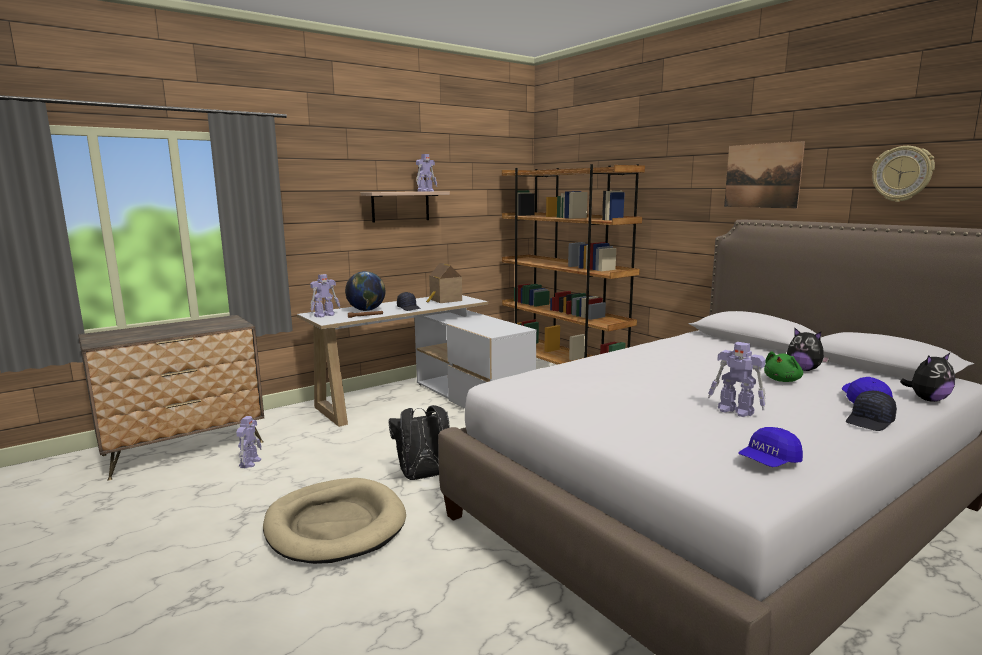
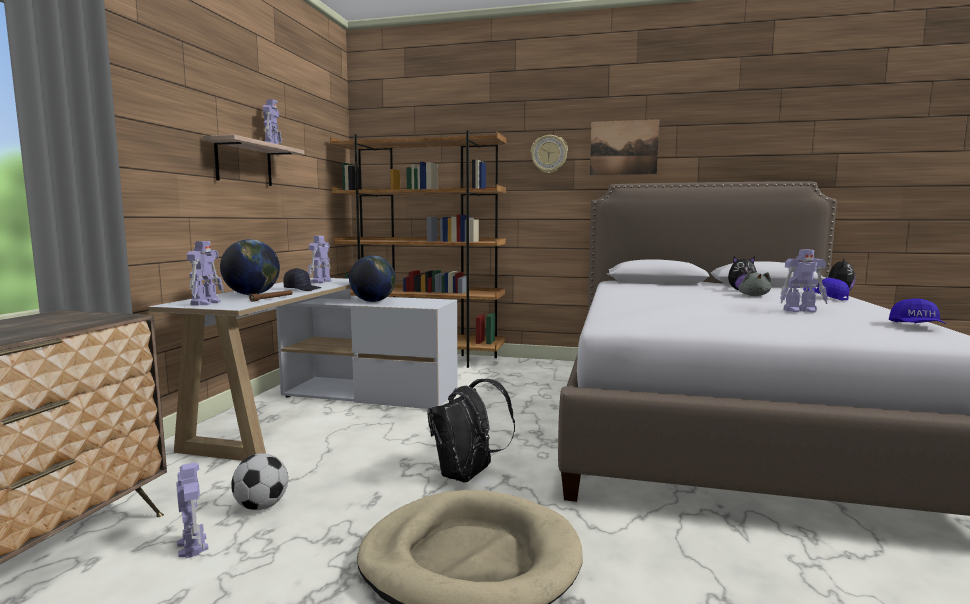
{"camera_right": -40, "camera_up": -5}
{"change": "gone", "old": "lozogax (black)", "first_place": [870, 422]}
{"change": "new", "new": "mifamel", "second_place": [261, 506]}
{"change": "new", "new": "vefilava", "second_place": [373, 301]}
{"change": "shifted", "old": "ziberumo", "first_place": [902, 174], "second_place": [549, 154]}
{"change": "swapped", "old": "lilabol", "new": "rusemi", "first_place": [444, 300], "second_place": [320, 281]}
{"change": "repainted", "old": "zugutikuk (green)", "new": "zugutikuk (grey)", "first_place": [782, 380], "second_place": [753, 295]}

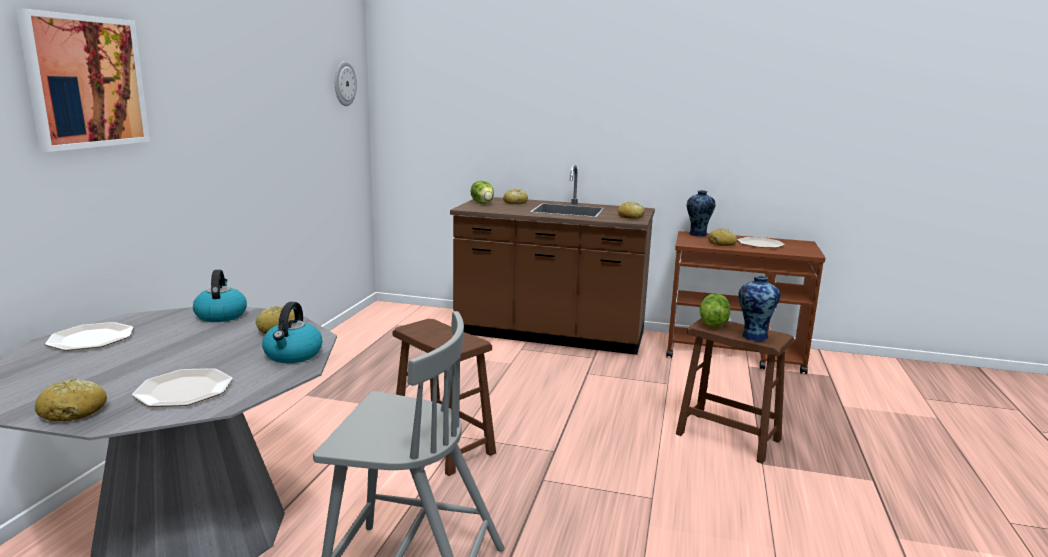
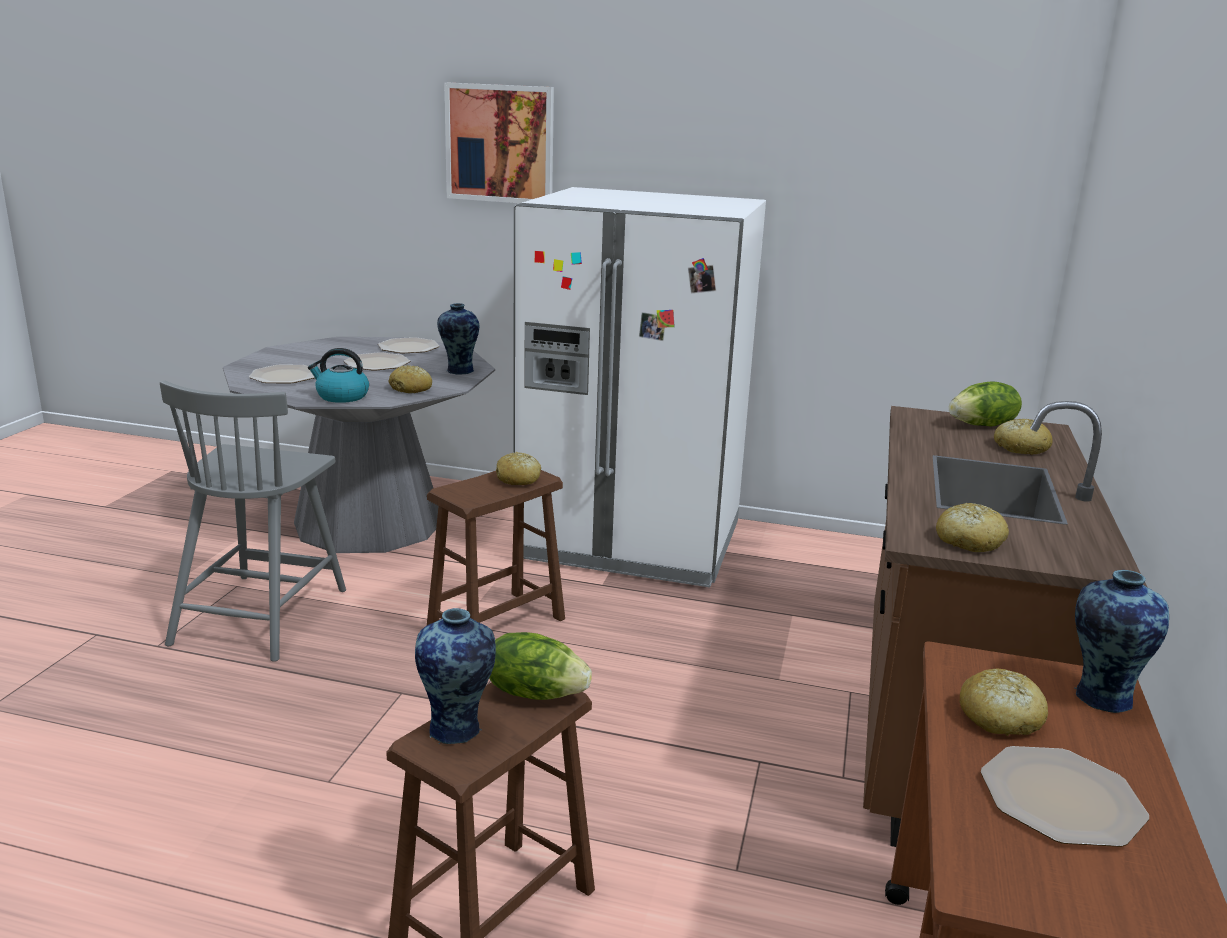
{"camera_right": 90, "camera_up": 5}
{"change": "gone", "old": "ziberumo", "first_place": [344, 83]}
{"change": "new", "new": "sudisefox", "second_place": [377, 363]}
{"change": "new", "new": "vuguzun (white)", "second_place": [631, 541]}
{"change": "shifted", "old": "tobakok", "first_place": [74, 412], "second_place": [518, 479]}
{"change": "swapped", "old": "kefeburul", "new": "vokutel", "first_place": [221, 315], "second_place": [458, 371]}

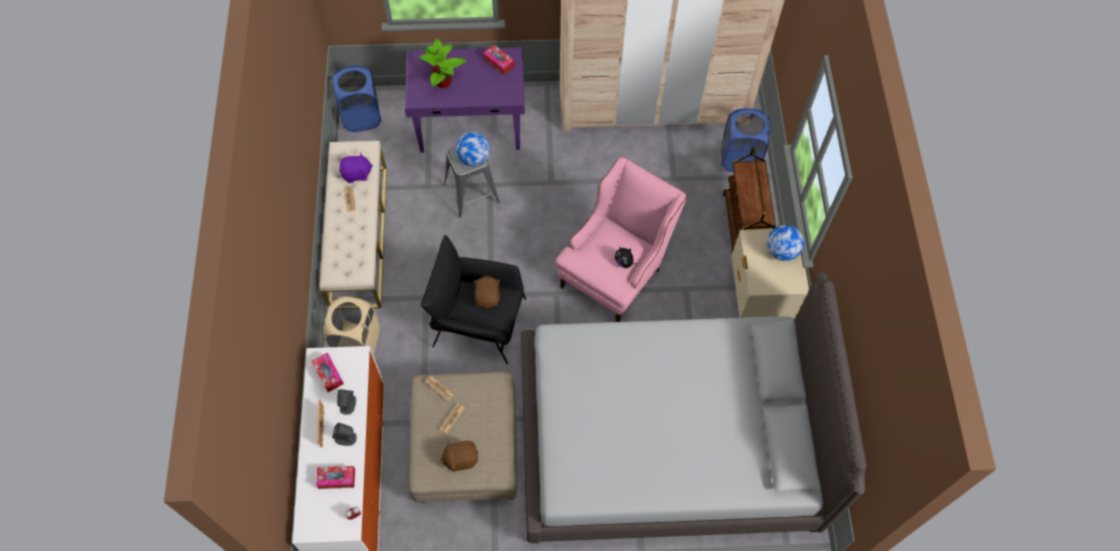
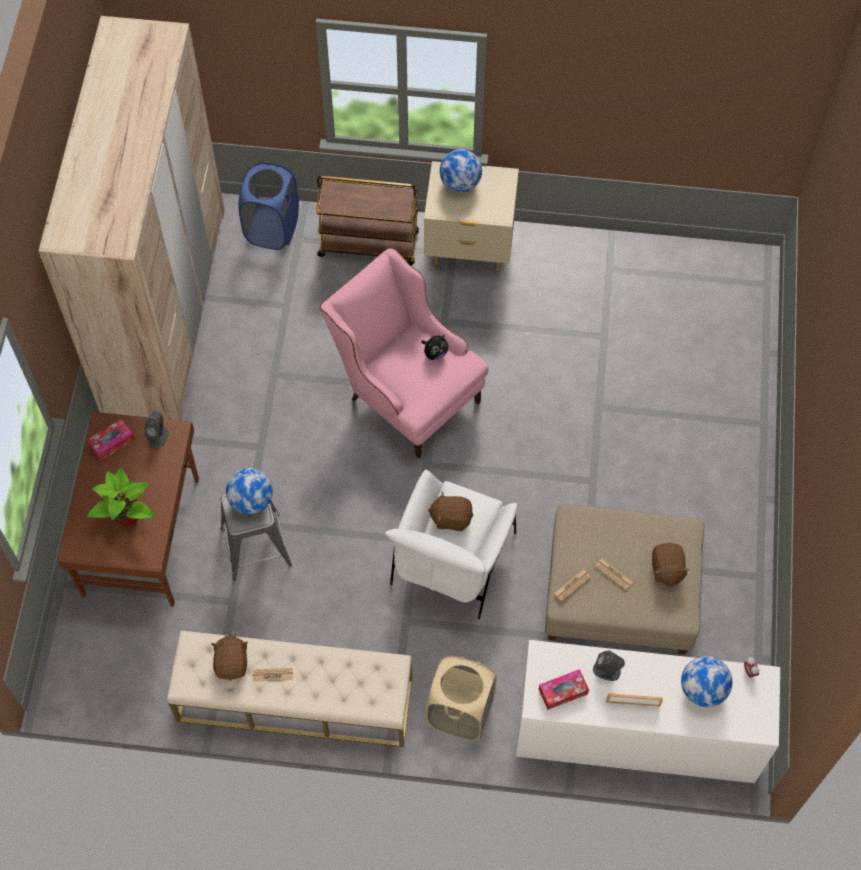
{"camera_right": -80, "camera_up": 0}
{"change": "gone", "old": "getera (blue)", "first_place": [362, 117]}
{"change": "gone", "old": "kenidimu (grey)", "first_place": [667, 440]}
{"change": "shifted", "old": "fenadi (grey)", "first_place": [346, 438], "second_place": [158, 436]}
{"change": "swapped", "old": "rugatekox", "new": "vefilava", "first_place": [336, 479], "second_place": [703, 689]}
{"change": "repainted", "old": "zugutikuk (purple)", "new": "zugutikuk (brown)", "first_place": [357, 174], "second_place": [232, 663]}
{"change": "repainted", "old": "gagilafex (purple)", "new": "gagilafex (brown)", "first_place": [470, 125], "second_place": [143, 535]}
{"change": "repainted", "old": "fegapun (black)", "new": "fegapun (white)", "first_place": [478, 322], "second_place": [452, 560]}

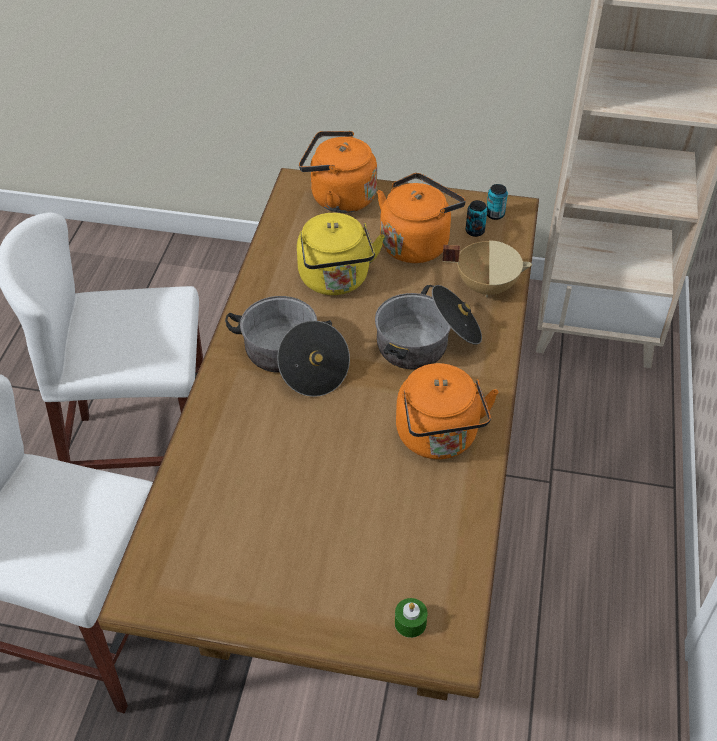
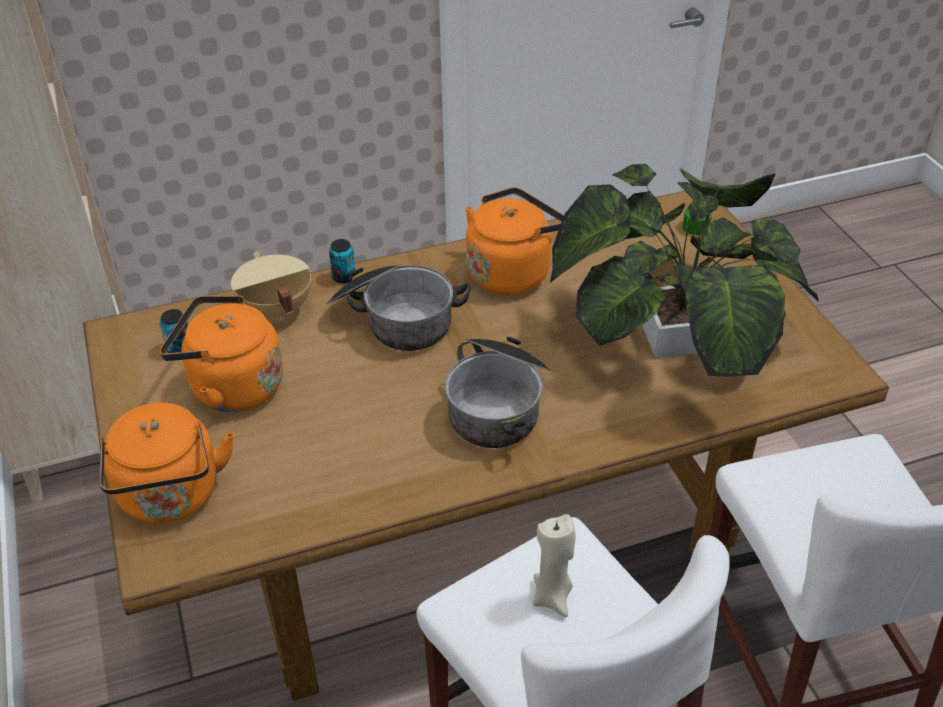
{"camera_right": -120, "camera_up": -5}
{"change": "gone", "old": "kefeburul (yellow)", "first_place": [336, 280]}
{"change": "new", "new": "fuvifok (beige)", "second_place": [553, 596]}
{"change": "new", "new": "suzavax", "second_place": [677, 333]}
{"change": "shifted", "old": "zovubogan", "first_place": [495, 214], "second_place": [344, 277]}

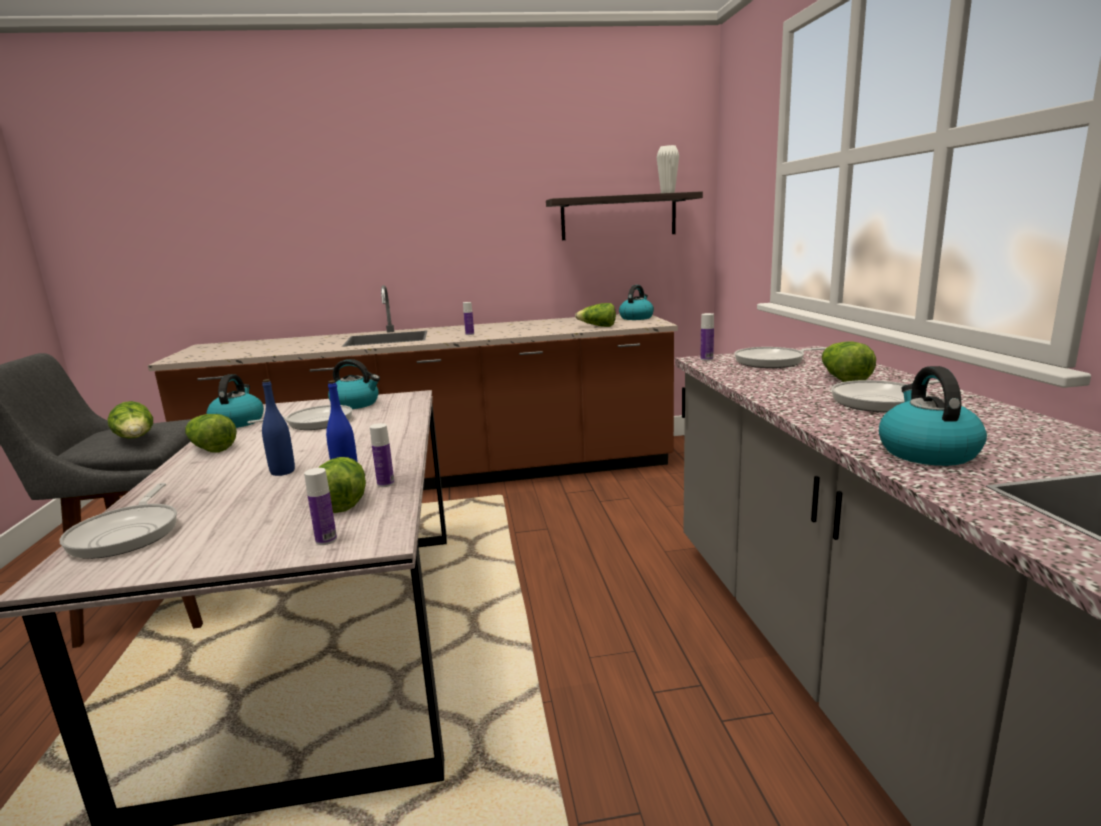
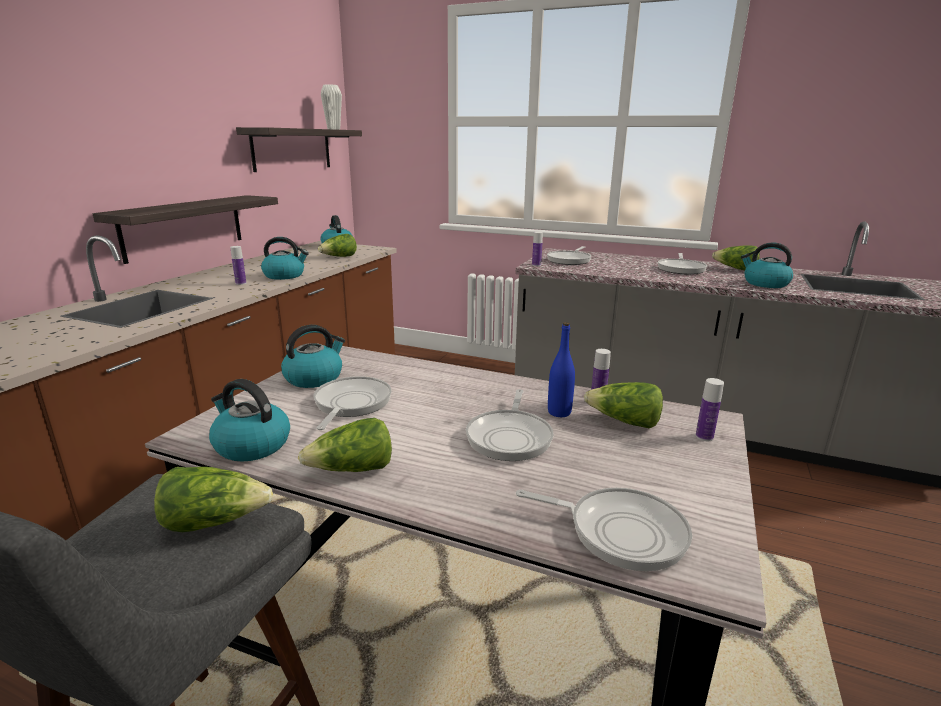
{"camera_right": -60, "camera_up": 5}
{"change": "new", "new": "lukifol", "second_place": [184, 227]}
{"change": "new", "new": "kefeburul", "second_place": [285, 275]}
{"change": "shifted", "old": "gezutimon", "first_place": [843, 379], "second_place": [735, 269]}
{"change": "swapped", "old": "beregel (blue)", "new": "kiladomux", "first_place": [282, 472], "second_place": [510, 437]}

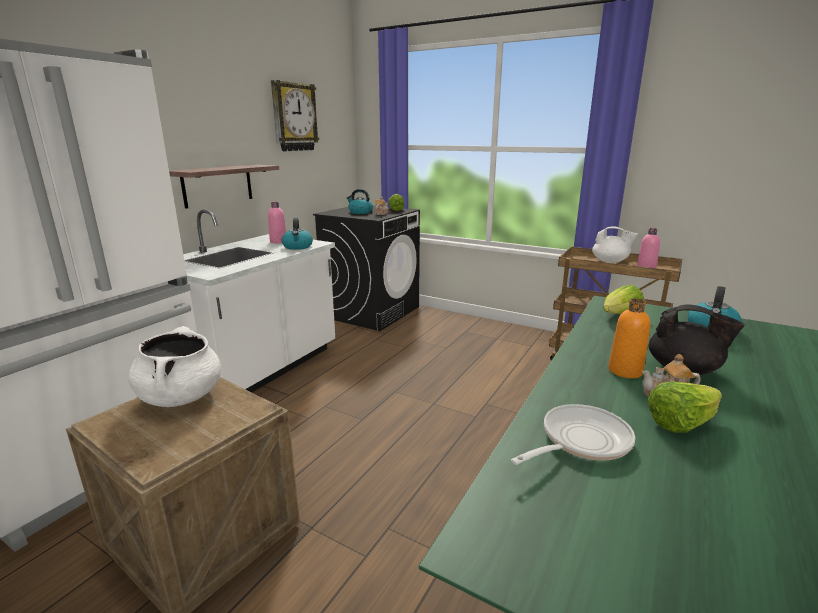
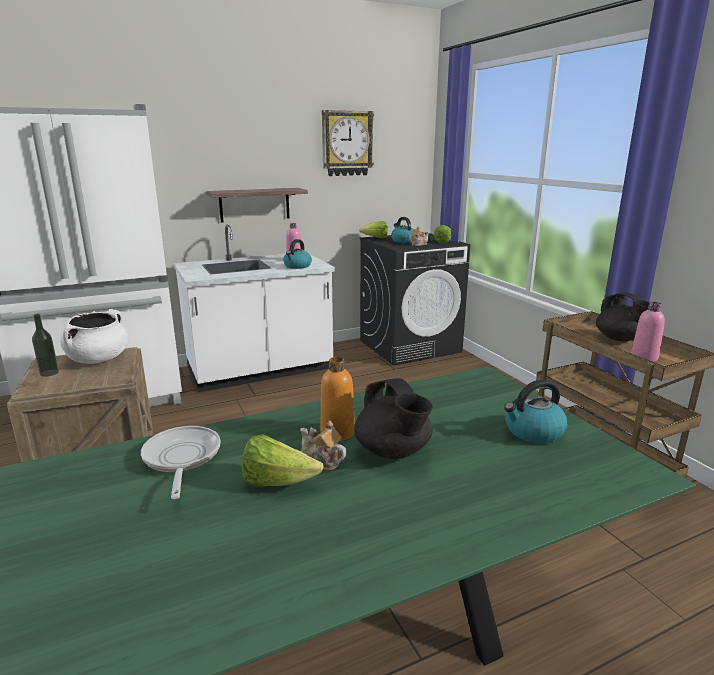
{"camera_right": 35, "camera_up": 0}
{"change": "new", "new": "beregel", "second_place": [49, 373]}
{"change": "shifted", "old": "gezutimon", "first_place": [619, 316], "second_place": [375, 238]}
{"change": "repainted", "old": "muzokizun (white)", "new": "muzokizun (black)", "first_place": [610, 262], "second_place": [619, 339]}
{"change": "rotated", "old": "kiladomux", "first_place": [580, 441], "second_place": [181, 459], "degrees": -105}

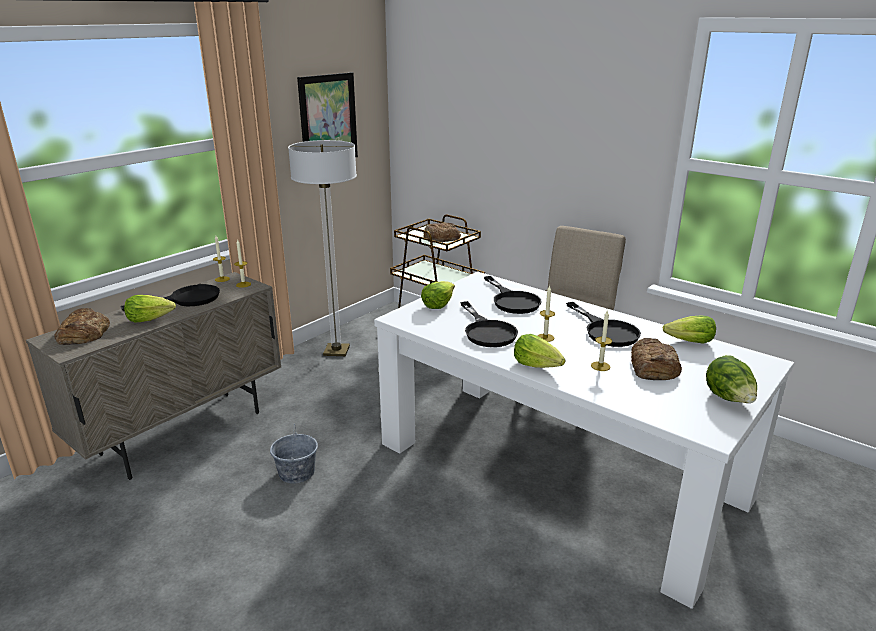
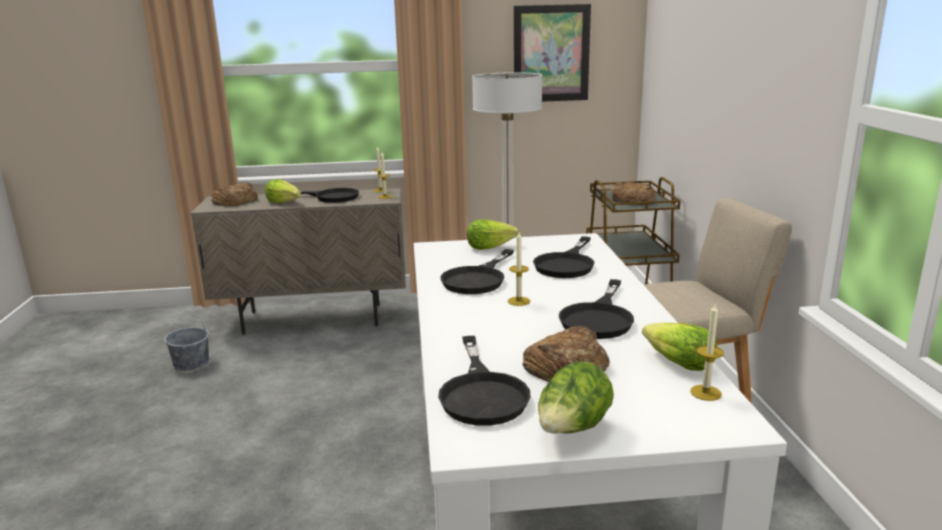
{"camera_right": 45, "camera_up": -5}
{"change": "gone", "old": "gezutimon", "first_place": [537, 365]}
{"change": "new", "new": "kiladomux (black)", "second_place": [482, 393]}
{"change": "shifted", "old": "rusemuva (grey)", "first_place": [296, 472], "second_place": [192, 363]}
{"change": "shifted", "old": "fuvifok", "first_place": [600, 366], "second_place": [705, 393]}

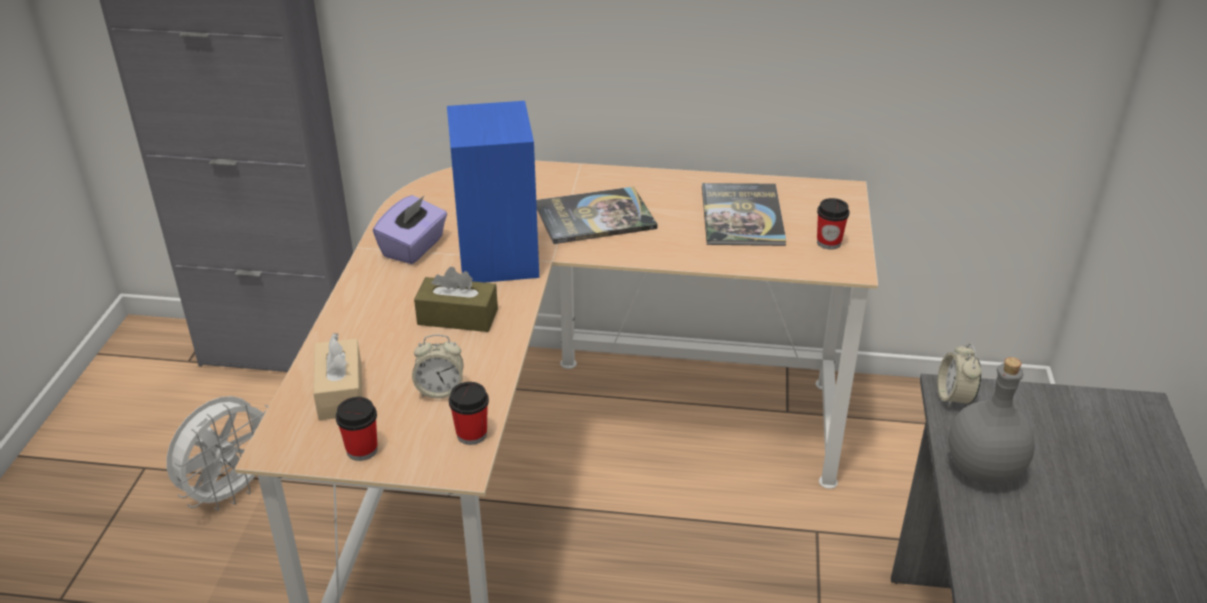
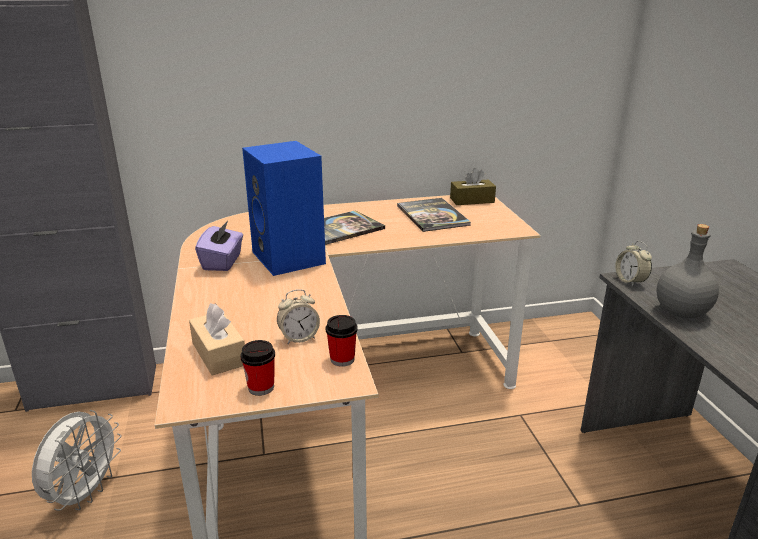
{"camera_right": -20, "camera_up": -10}
{"change": "gone", "old": "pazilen", "first_place": [829, 243]}
{"change": "shifted", "old": "rugatekox (brown)", "first_place": [457, 317], "second_place": [472, 200]}

